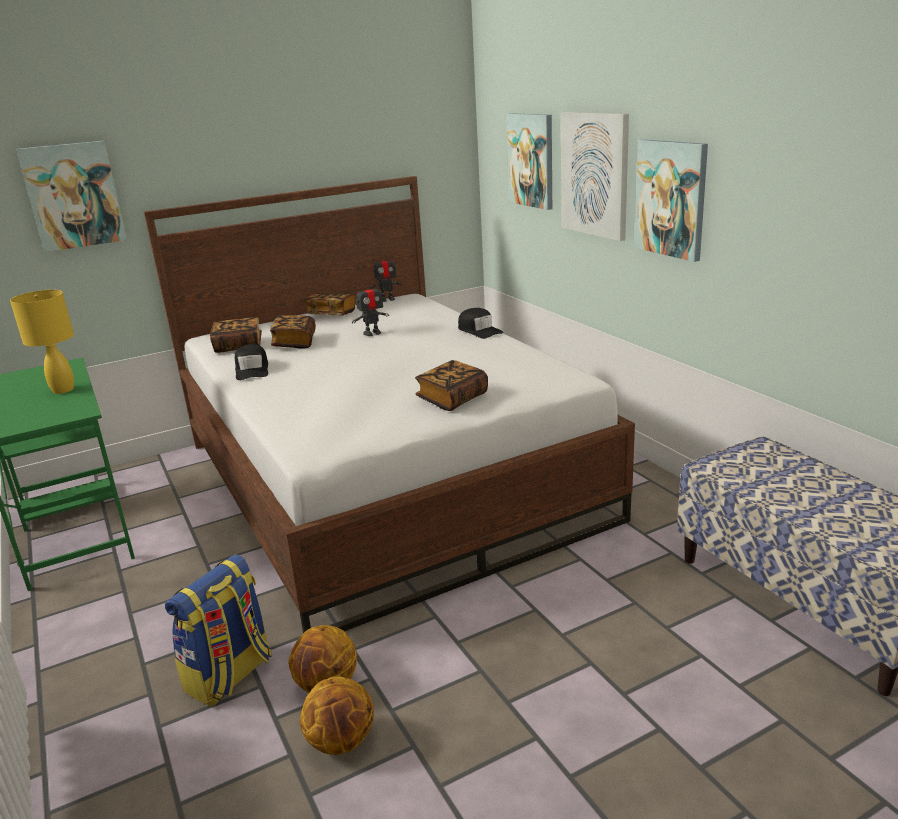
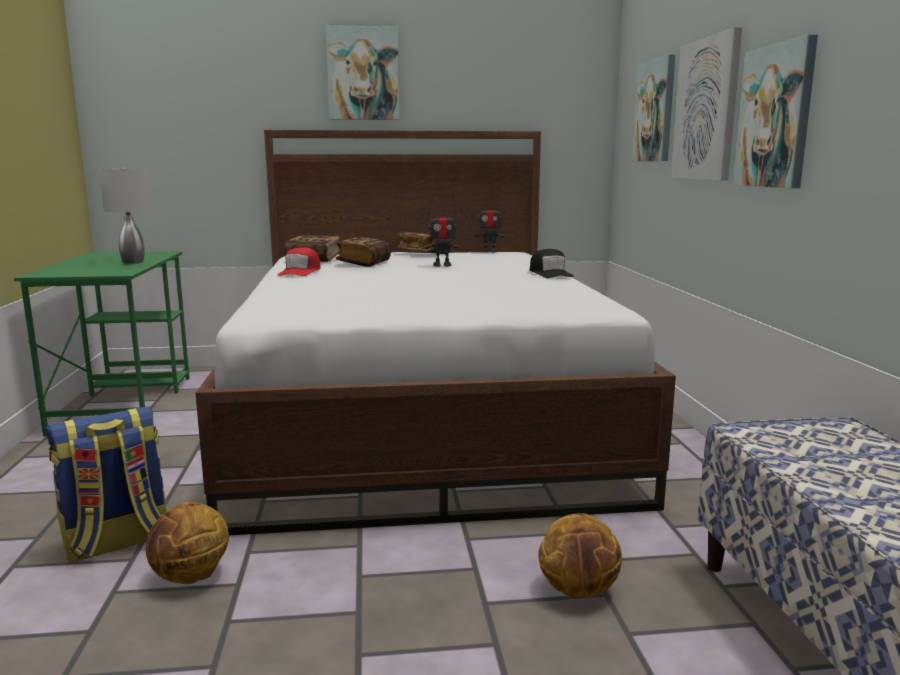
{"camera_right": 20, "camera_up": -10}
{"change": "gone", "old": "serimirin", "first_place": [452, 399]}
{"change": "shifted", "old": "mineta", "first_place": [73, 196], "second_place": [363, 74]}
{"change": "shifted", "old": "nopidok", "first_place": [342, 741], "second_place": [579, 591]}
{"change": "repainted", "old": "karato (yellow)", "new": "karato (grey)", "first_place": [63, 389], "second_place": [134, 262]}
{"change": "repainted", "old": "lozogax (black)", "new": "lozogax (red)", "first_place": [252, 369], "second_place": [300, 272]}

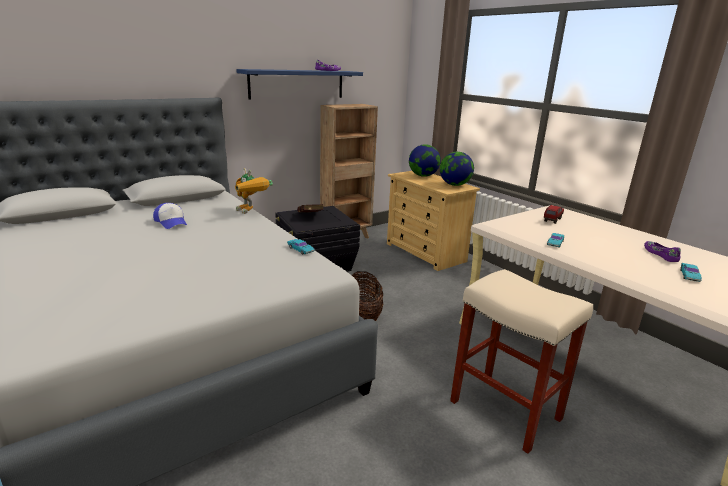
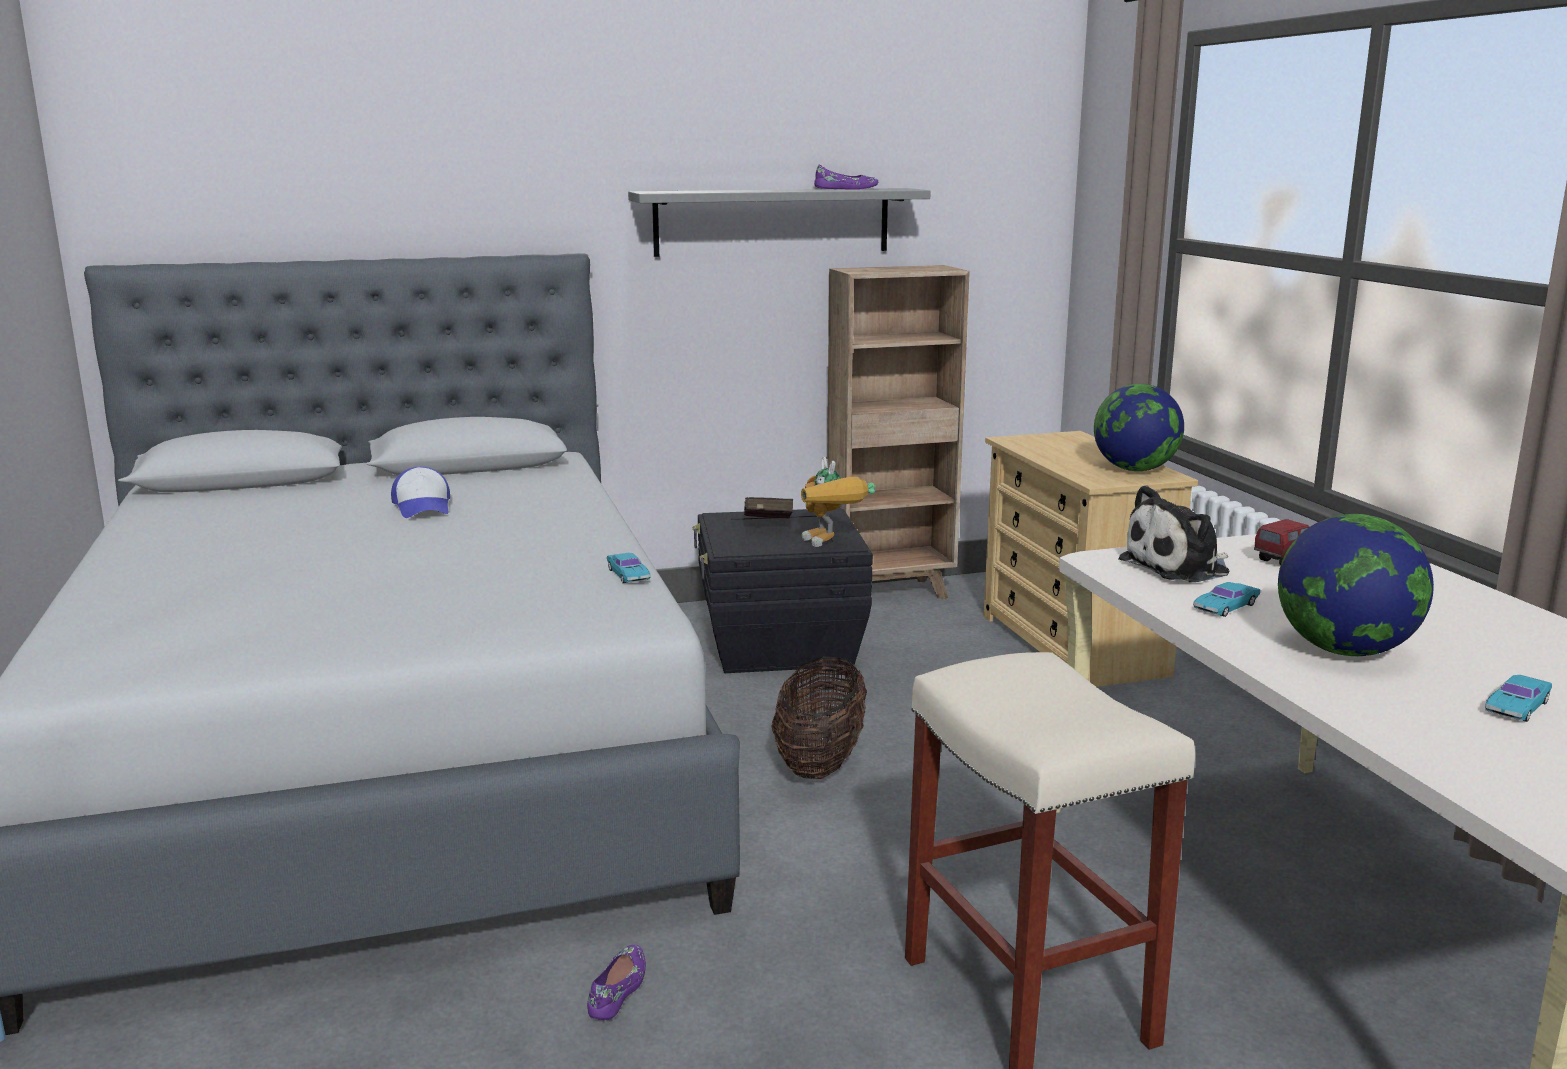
{"camera_right": 20, "camera_up": -5}
{"change": "new", "new": "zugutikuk", "second_place": [1179, 567]}
{"change": "shifted", "old": "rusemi", "first_place": [251, 212], "second_place": [831, 544]}
{"change": "shifted", "old": "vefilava", "first_place": [423, 176], "second_place": [1345, 651]}
{"change": "shifted", "old": "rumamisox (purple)", "first_place": [661, 254], "second_place": [619, 989]}
{"change": "repainted", "old": "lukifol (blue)", "new": "lukifol (grey)", "first_place": [297, 84], "second_place": [772, 221]}

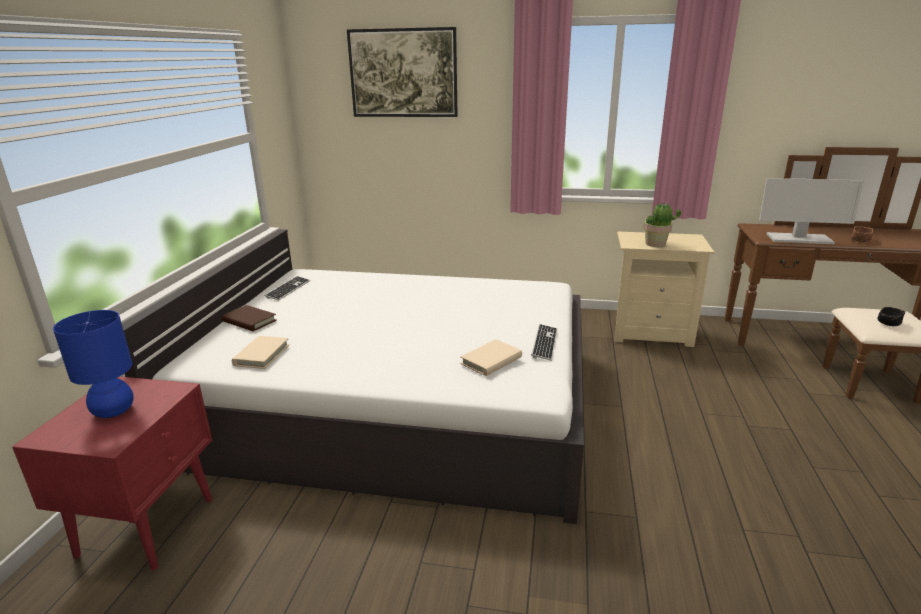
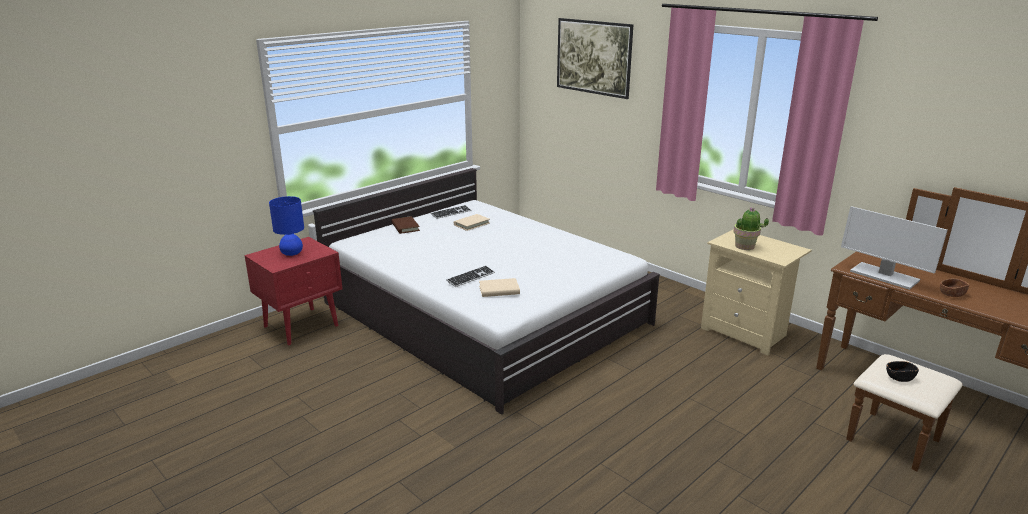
{"camera_right": 35, "camera_up": 0}
{"change": "shifted", "old": "serimirin (beige)", "first_place": [261, 355], "second_place": [471, 224]}
{"change": "shifted", "old": "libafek", "first_place": [544, 343], "second_place": [471, 277]}

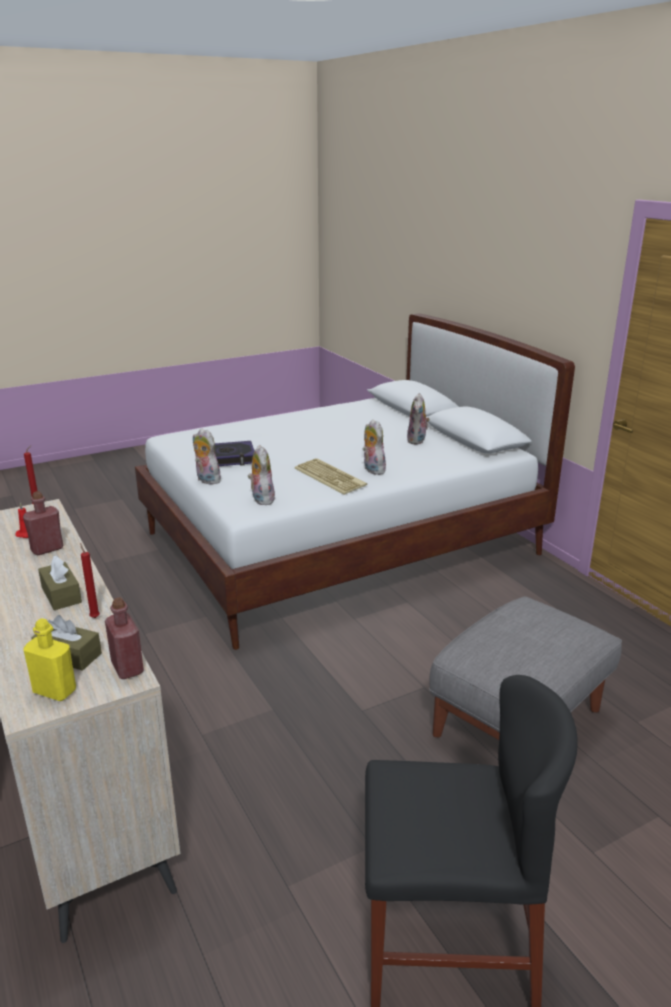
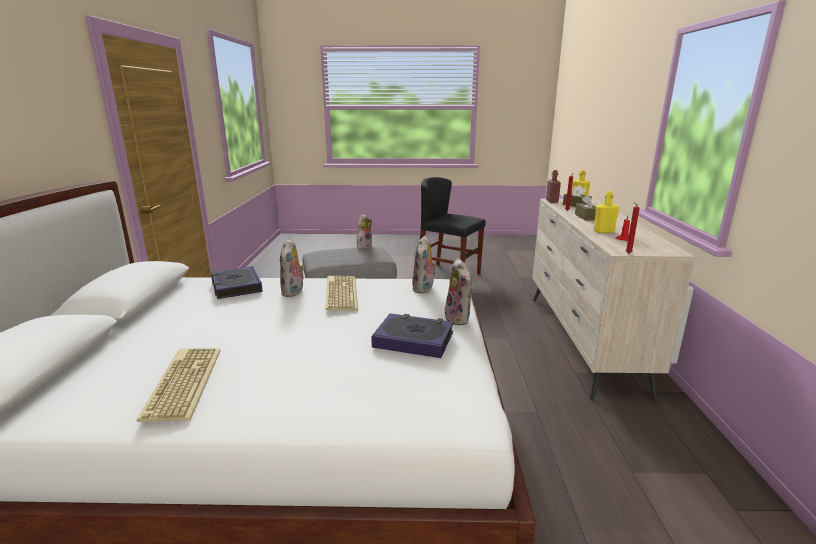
{"camera_right": -150, "camera_up": -5}
{"change": "new", "new": "libafek", "second_place": [182, 383]}
{"change": "new", "new": "serimirin", "second_place": [236, 286]}
{"change": "shifted", "old": "zugutikuk", "first_place": [417, 441], "second_place": [364, 246]}
{"change": "repainted", "old": "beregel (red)", "new": "beregel (yellow)", "first_place": [47, 549], "second_place": [603, 231]}

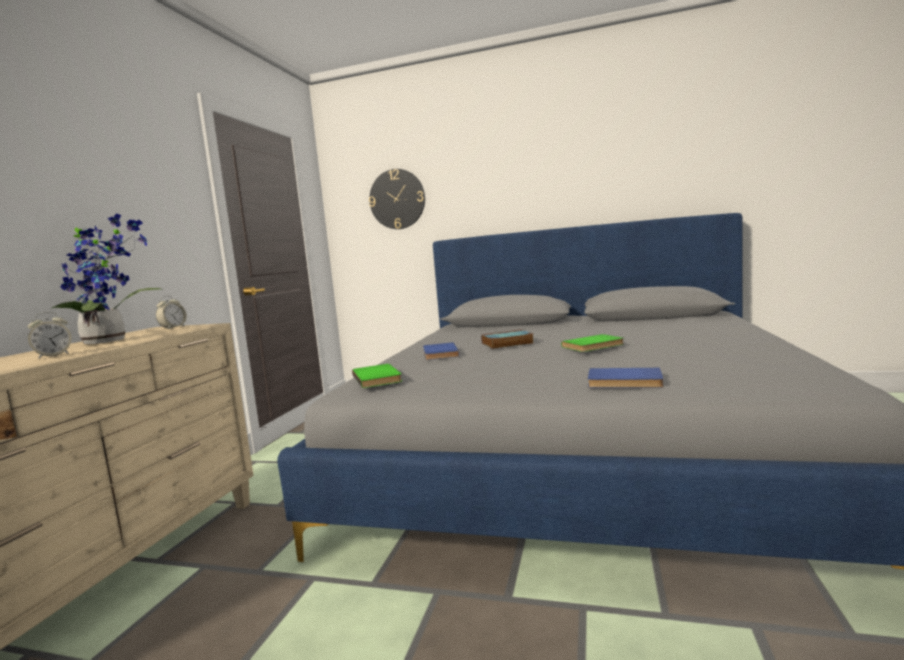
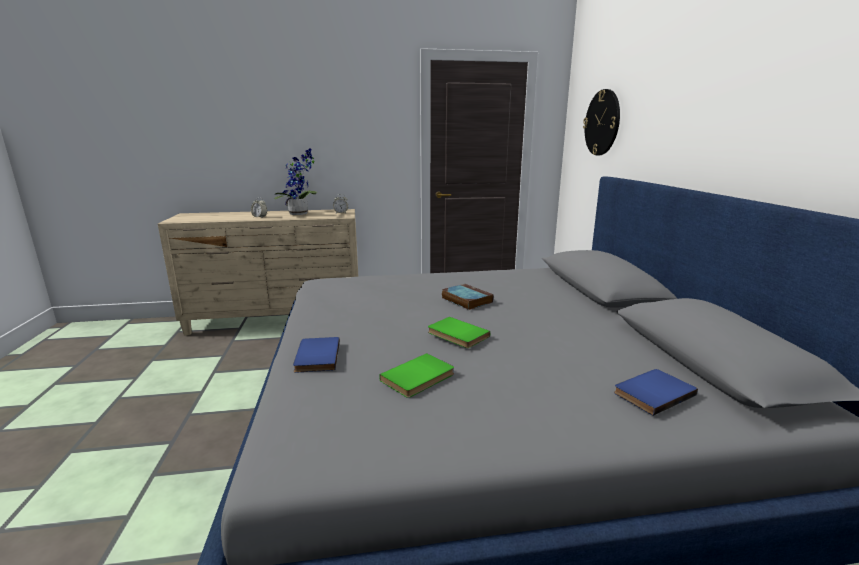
{"camera_right": 65, "camera_up": 10}
{"change": "shifted", "old": "serimirin (green)", "first_place": [379, 378], "second_place": [419, 378]}
{"change": "shifted", "old": "serimirin (blue)", "first_place": [438, 353], "second_place": [651, 393]}

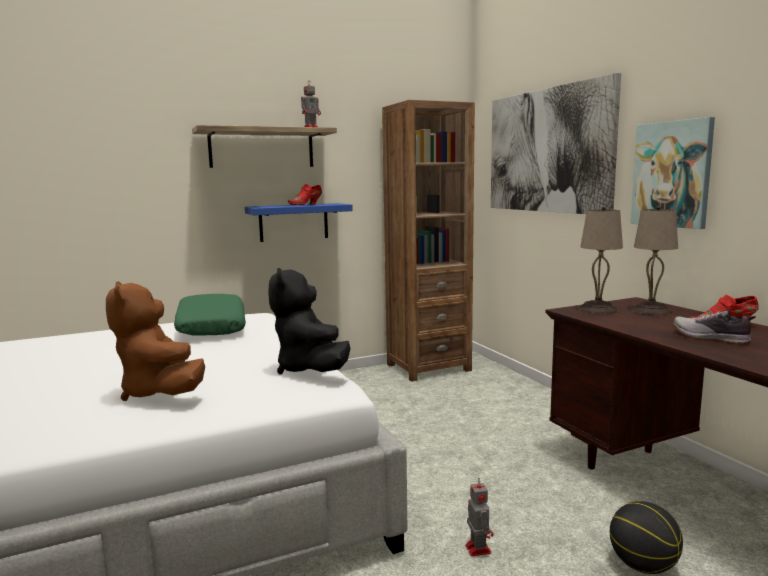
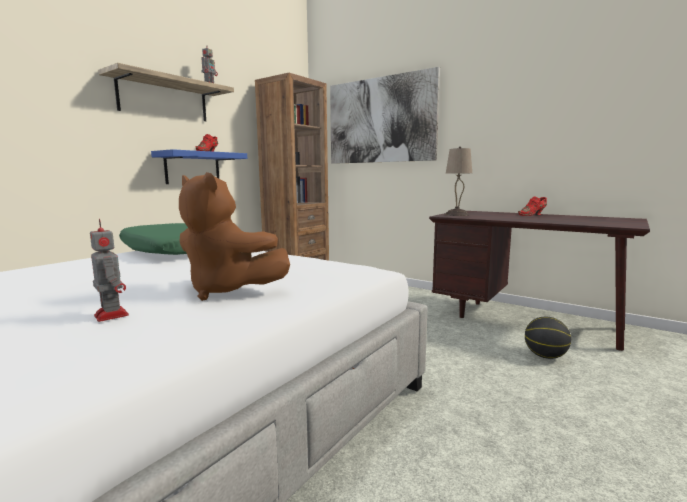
{"camera_right": -30, "camera_up": 0}
{"change": "gone", "old": "zugutikuk (black)", "first_place": [310, 369]}
{"change": "gone", "old": "mineta", "first_place": [672, 174]}
{"change": "gone", "old": "karato (beige)", "first_place": [650, 310]}
{"change": "gone", "old": "rumamisox", "first_place": [711, 337]}
{"change": "shifted", "old": "rusemi", "first_place": [477, 548], "second_place": [111, 315]}

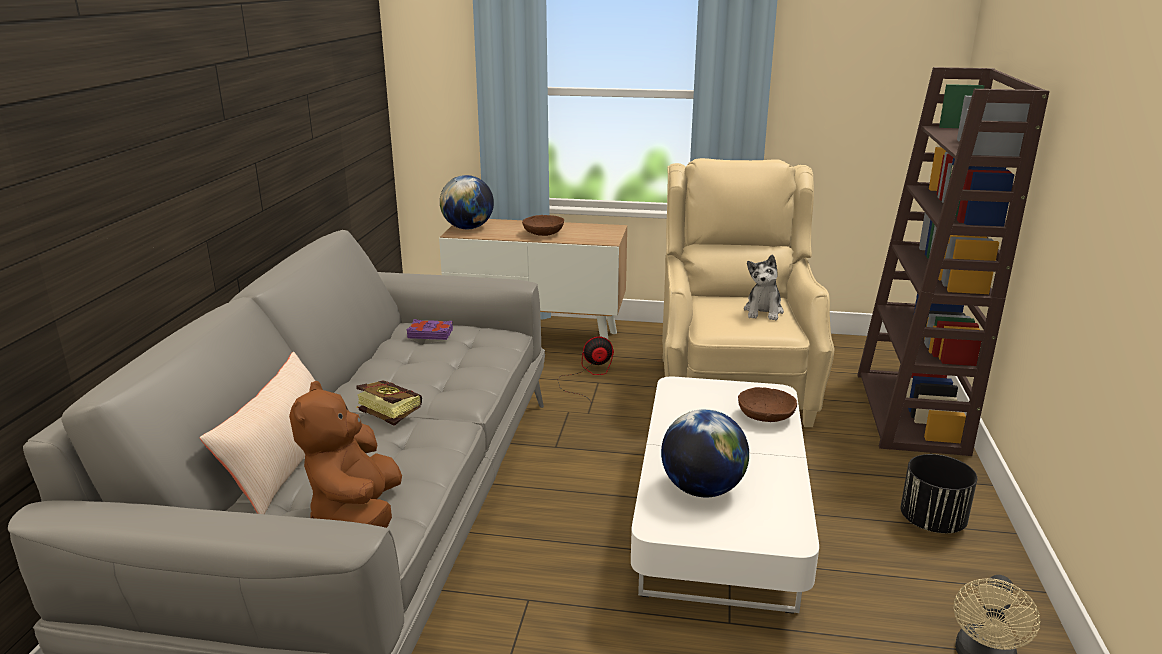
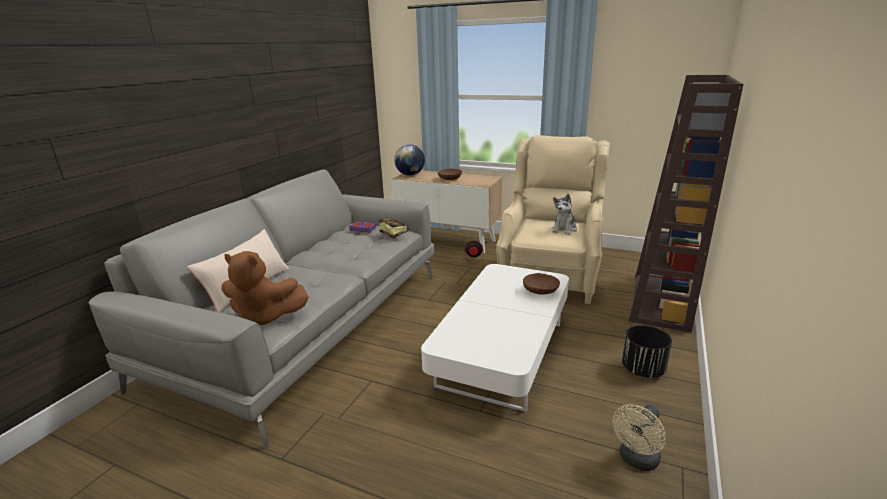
{"camera_right": 15, "camera_up": 0}
{"change": "gone", "old": "vefilava", "first_place": [702, 489]}
{"change": "shifted", "old": "serimirin", "first_place": [386, 413], "second_place": [392, 234]}
{"change": "rotated", "old": "zugutikuk (brown)", "first_place": [357, 516], "second_place": [265, 318], "degrees": -90}

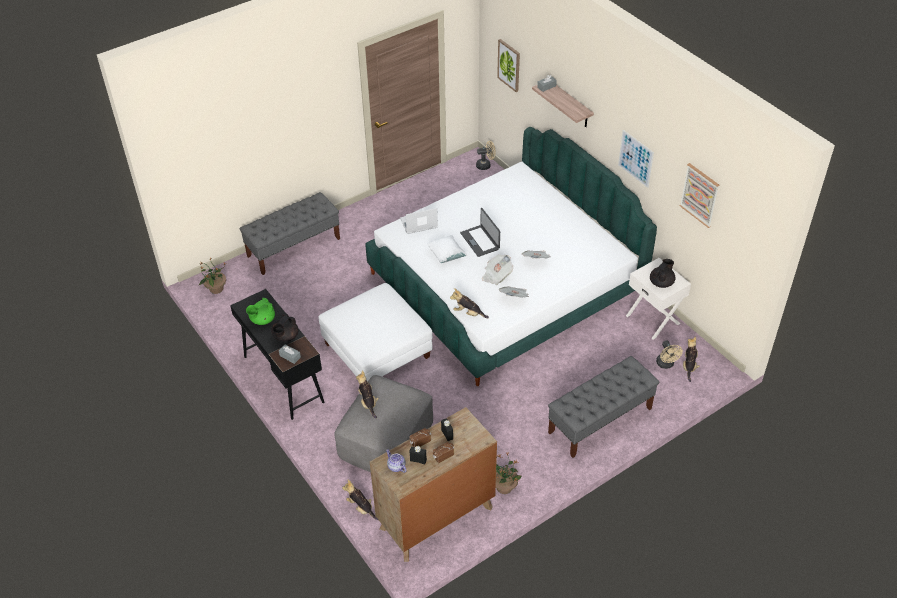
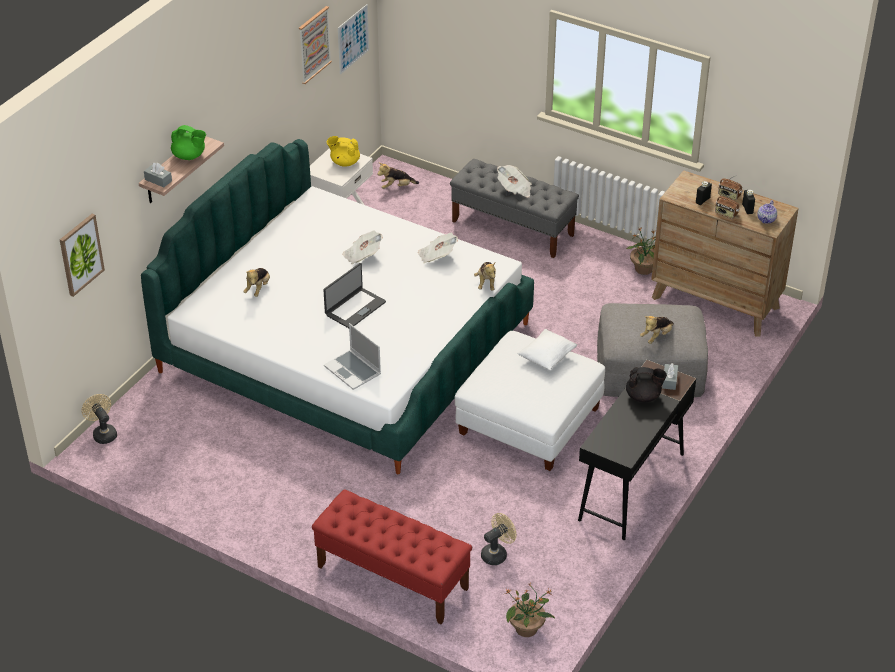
{"camera_right": -115, "camera_up": -5}
{"change": "shifted", "old": "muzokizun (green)", "first_place": [262, 320], "second_place": [189, 156]}
{"change": "shifted", "old": "zugutikuk", "first_place": [361, 507], "second_place": [258, 289]}
{"change": "shifted", "old": "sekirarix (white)", "first_place": [446, 255], "second_place": [547, 358]}
{"change": "shifted", "old": "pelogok", "first_place": [496, 275], "second_place": [514, 189]}
{"change": "shifted", "old": "mineta", "first_place": [635, 158], "second_place": [353, 39]}
{"change": "shifted", "old": "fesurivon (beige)", "first_place": [666, 364], "second_place": [497, 553]}
{"change": "repainted", "old": "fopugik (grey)", "new": "fopugik (red)", "first_place": [294, 247], "second_place": [392, 577]}
{"change": "repainted", "old": "muzokizun (black)", "new": "muzokizun (yellow)", "first_place": [661, 282], "second_place": [344, 162]}

